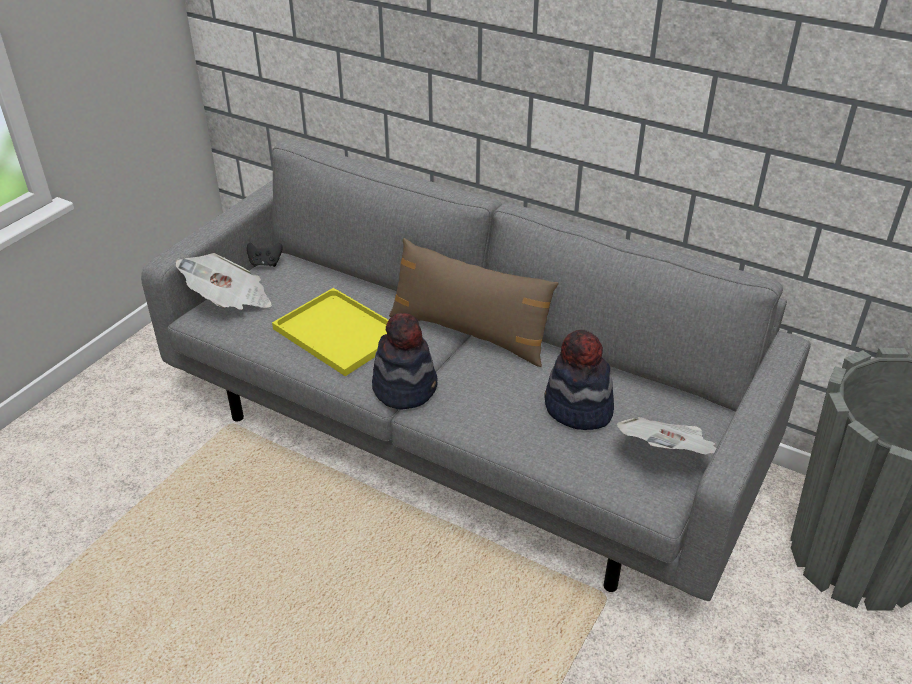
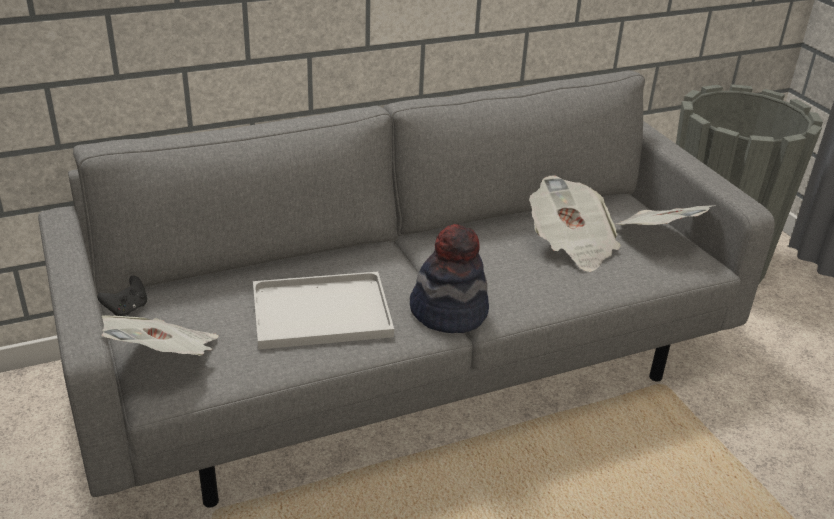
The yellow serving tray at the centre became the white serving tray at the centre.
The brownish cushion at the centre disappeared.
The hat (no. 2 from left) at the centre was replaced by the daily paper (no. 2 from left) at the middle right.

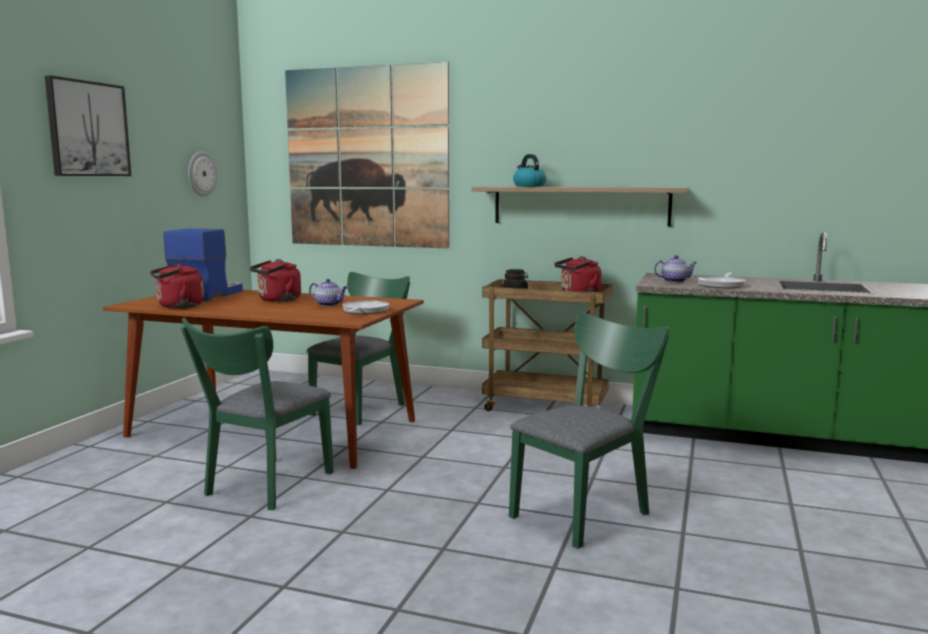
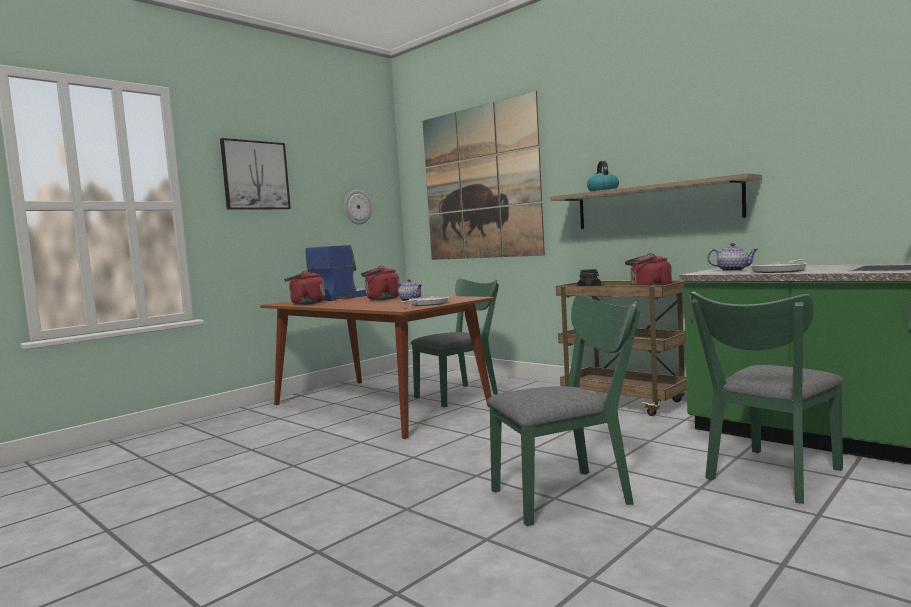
The green upright chair (no. 1 from left in the first image) moved from the middle left to the middle right.

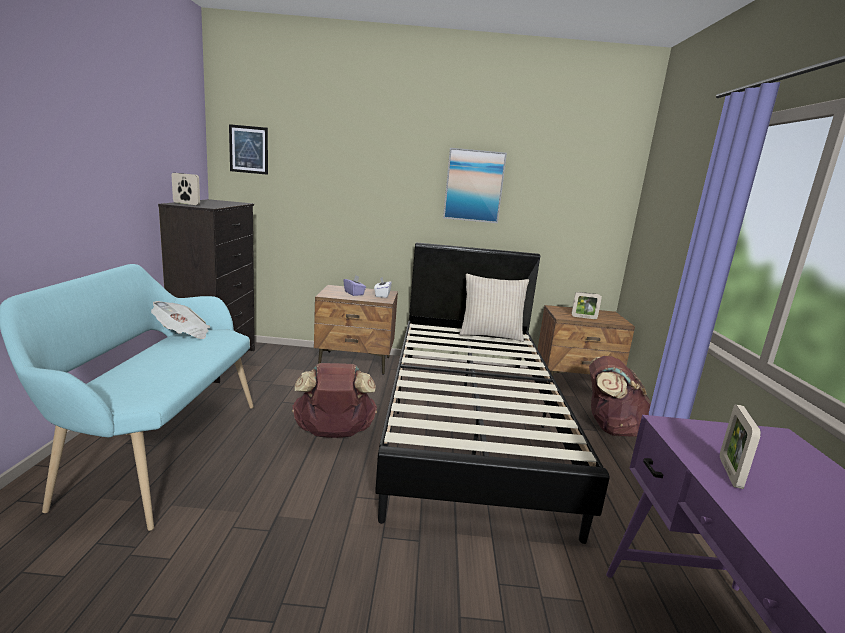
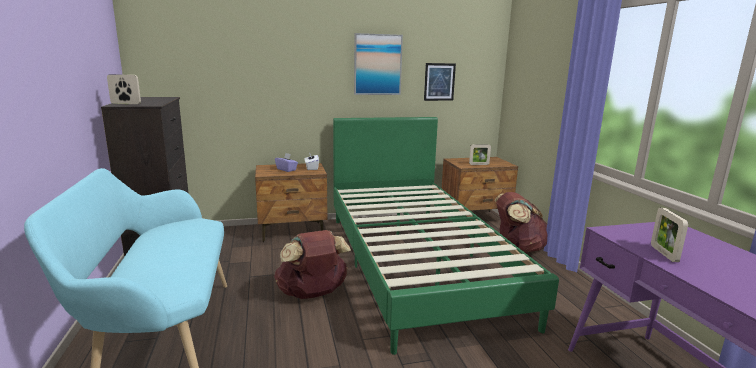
The daily paper at the middle left disappeared.
The wall picture (no. 1 from left in the first image) moved from the top left to the top centre.
The blackish bed at the centre became the green bed at the centre.
The beige-coloured cushion at the centre disappeared.

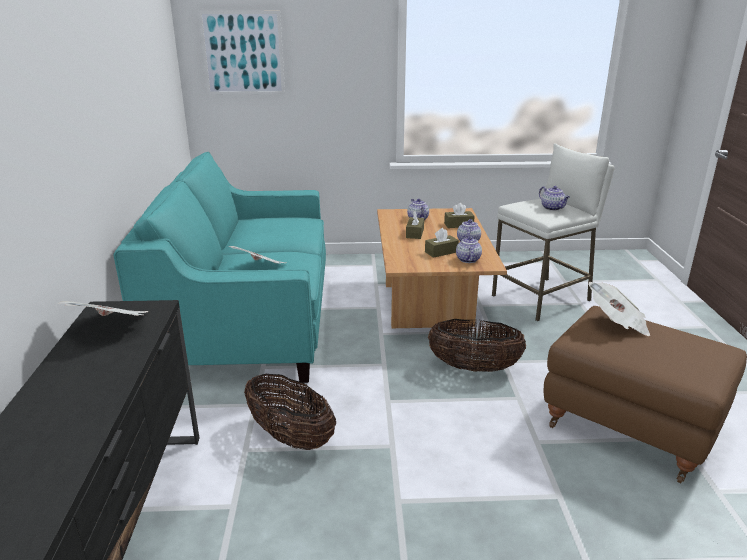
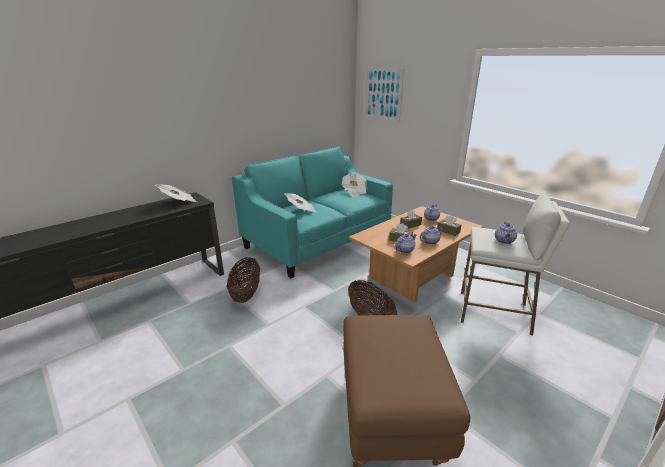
The daily paper (no. 3 from left) moved from the middle right to the centre.

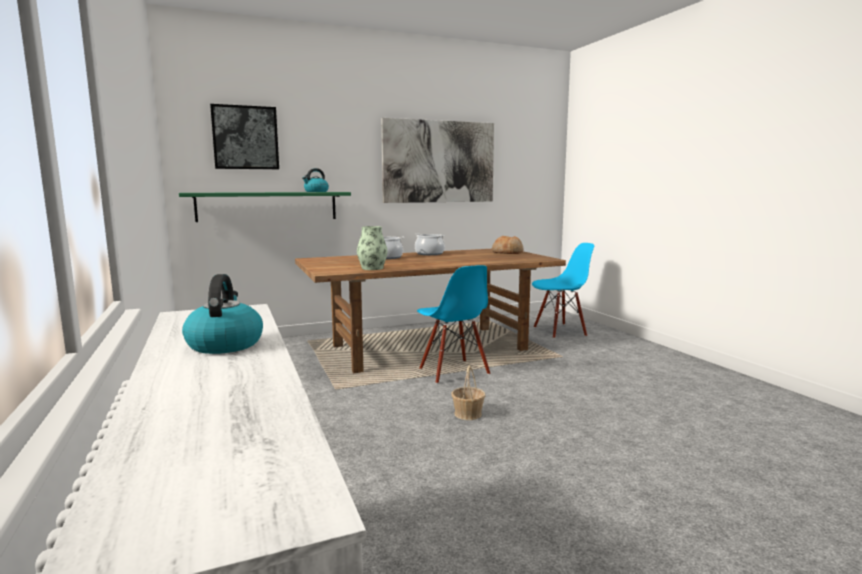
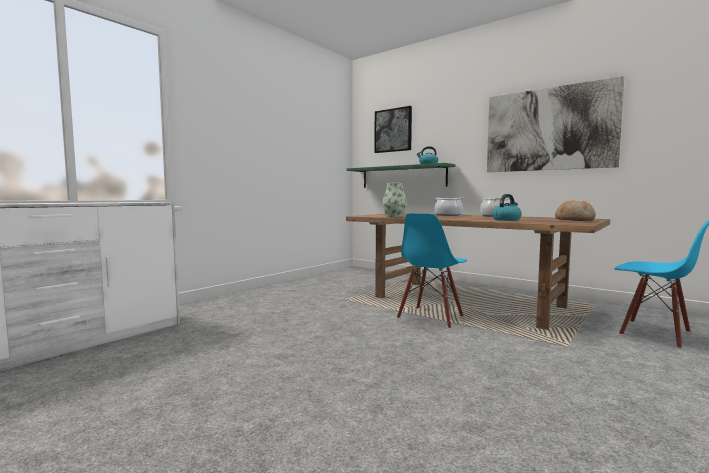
The water kettle (no. 1 from left in the first image) moved from the middle left to the middle right.
The storage basket at the bottom centre disappeared.

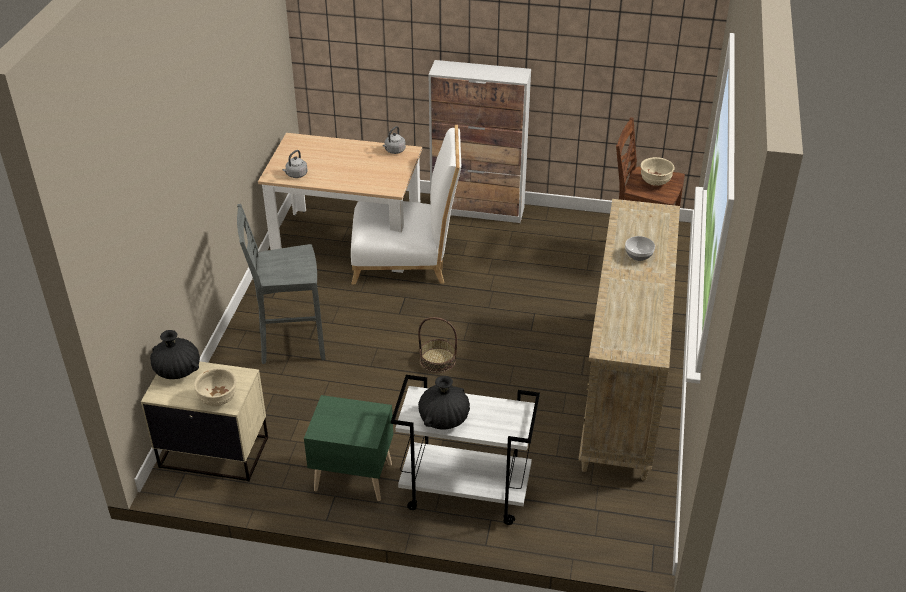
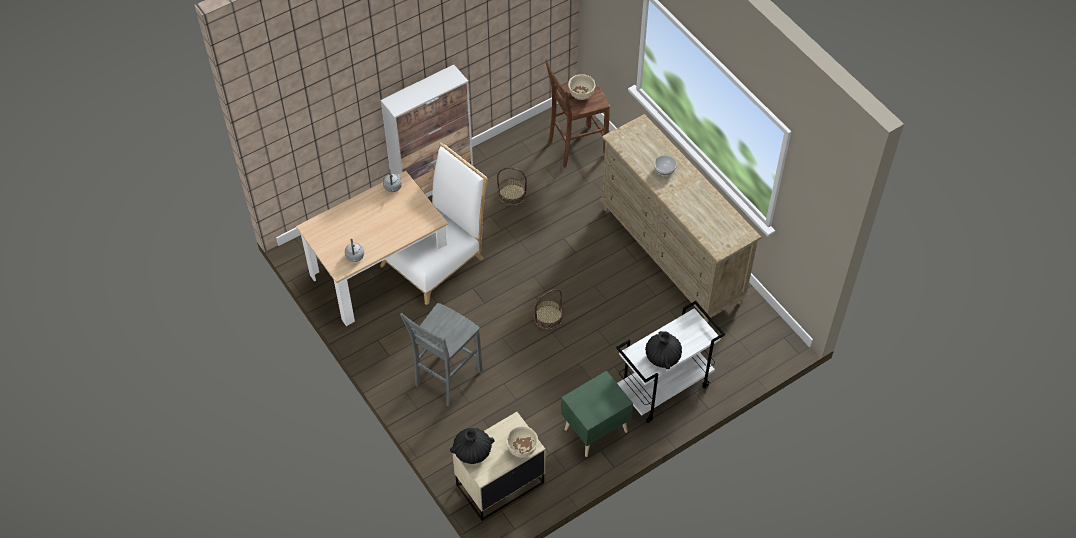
The storage basket (no. 1 from left) at the centre appeared.

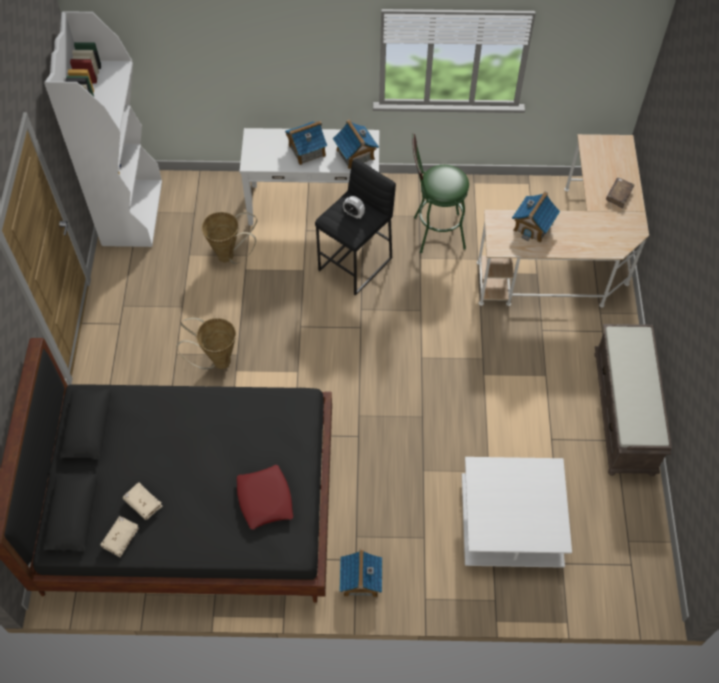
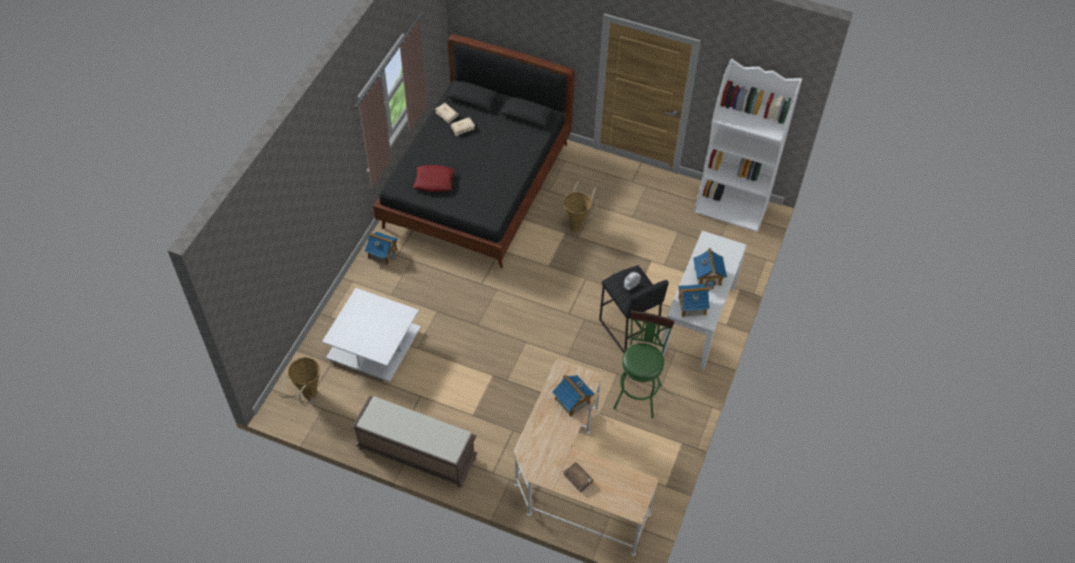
The storage basket (no. 2 from left in the first image) moved from the middle left to the bottom left.

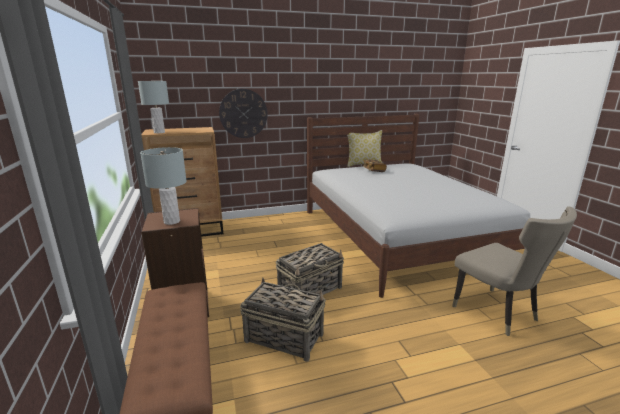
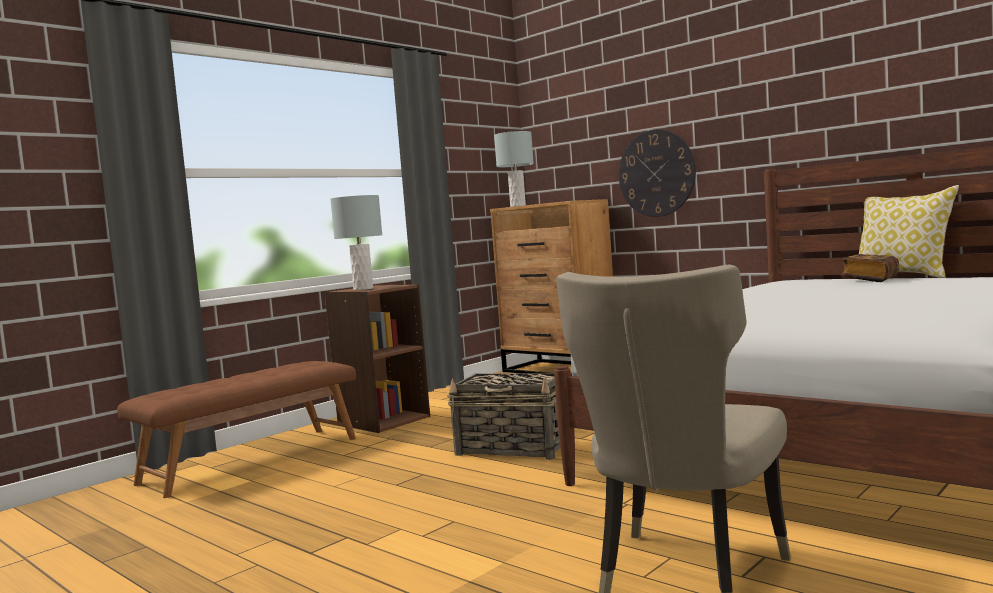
The storage basket (no. 1 from left) at the bottom centre disappeared.

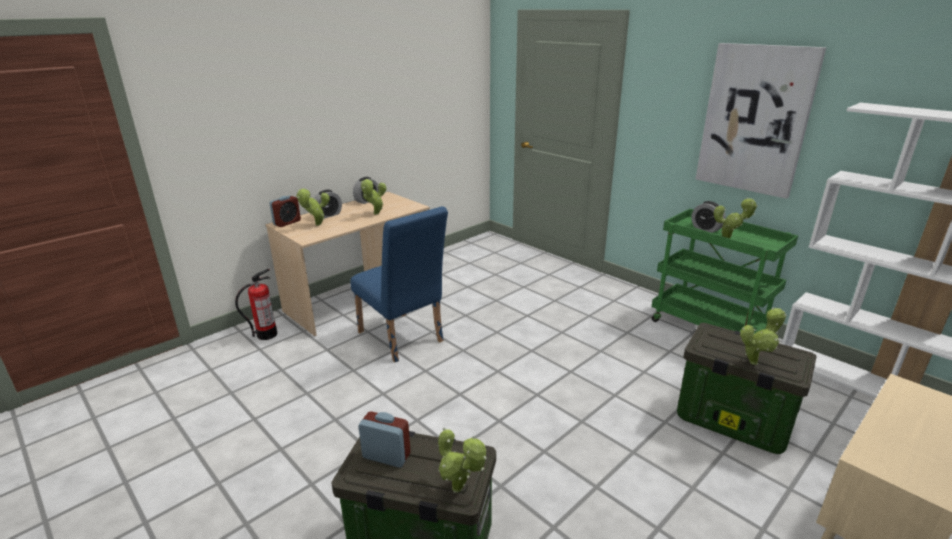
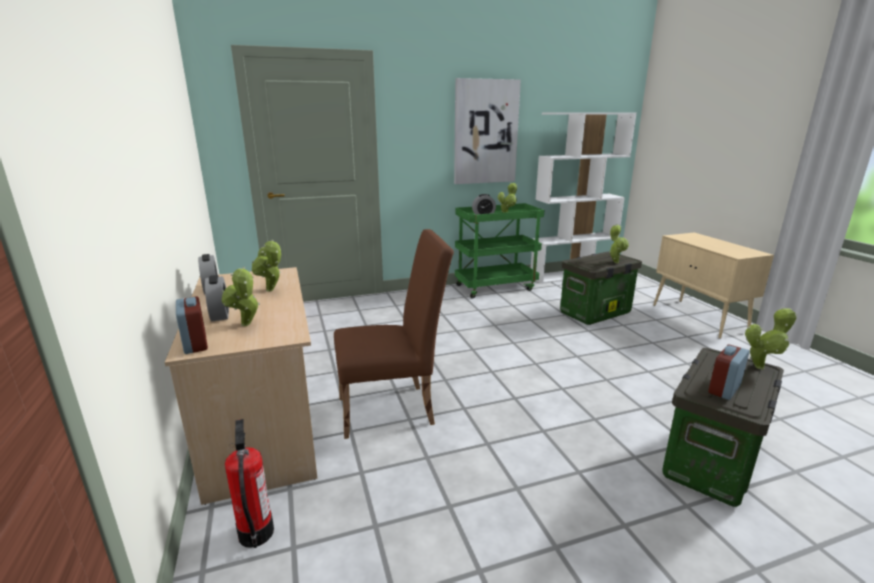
The blue upright chair at the centre became the brownish upright chair at the centre.

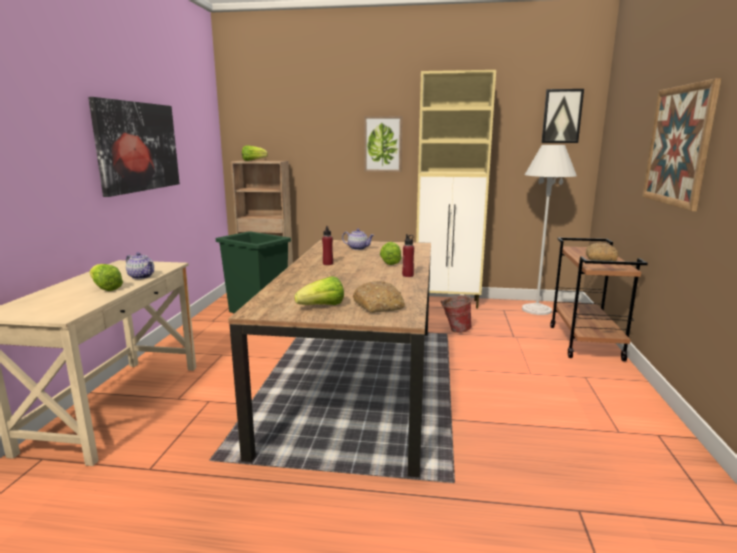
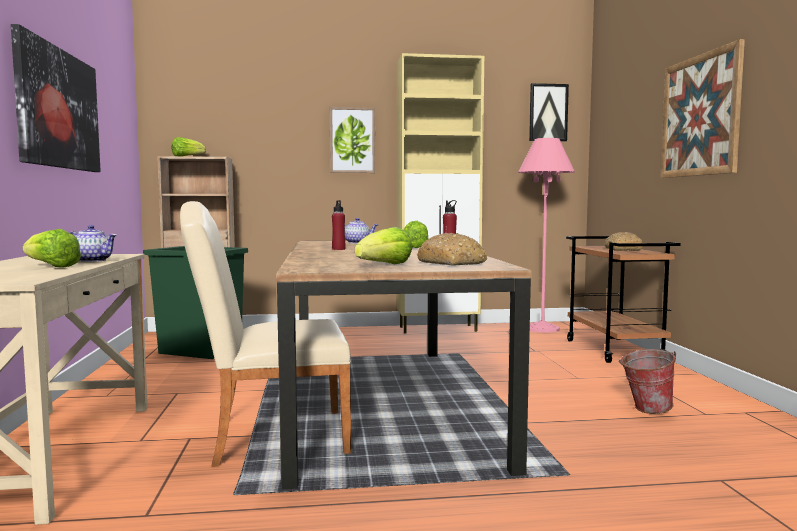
The water bucket moved from the centre to the bottom right.
The white floor lamp at the middle right became the pink floor lamp at the middle right.
The beige-coloured upright chair at the middle left appeared.

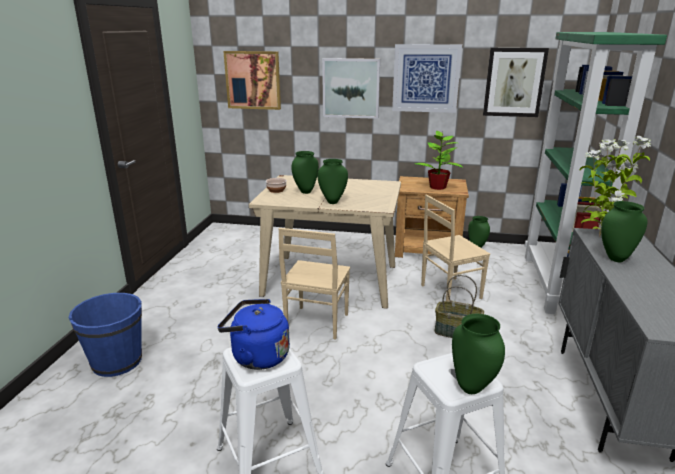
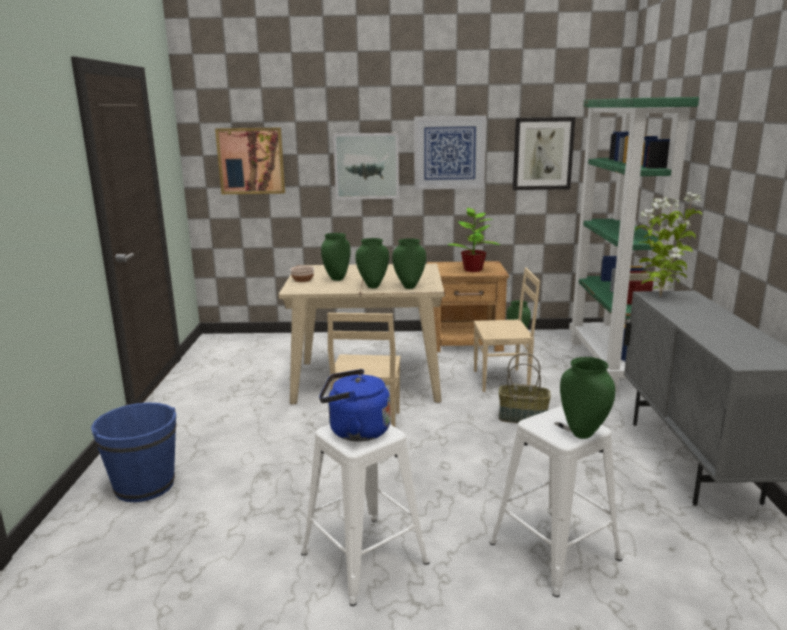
The beige-coloured upright chair (no. 2 from left) at the middle right turned 150 degrees counterclockwise.
The green vase (no. 5 from left in the first image) moved from the middle right to the centre.

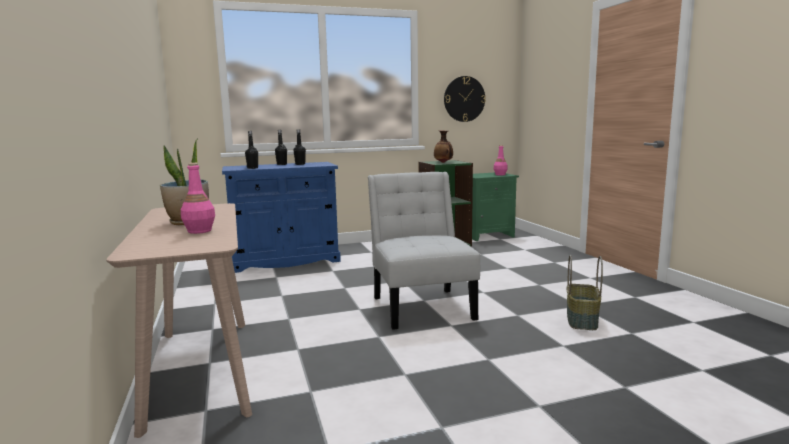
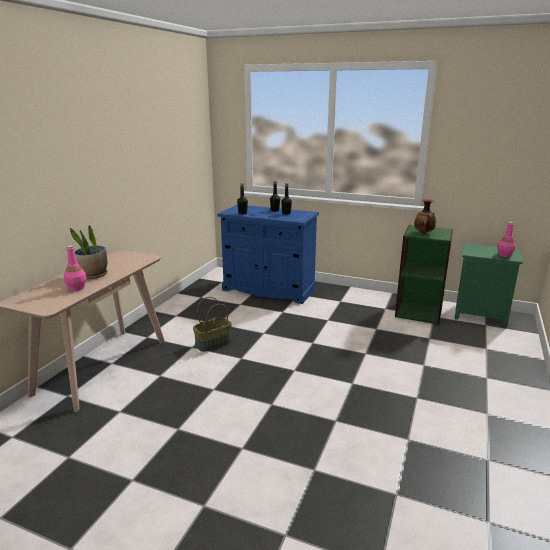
The white upright chair at the centre disappeared.
The clock on the wall at the top centre disappeared.
The storage basket moved from the middle right to the centre.

